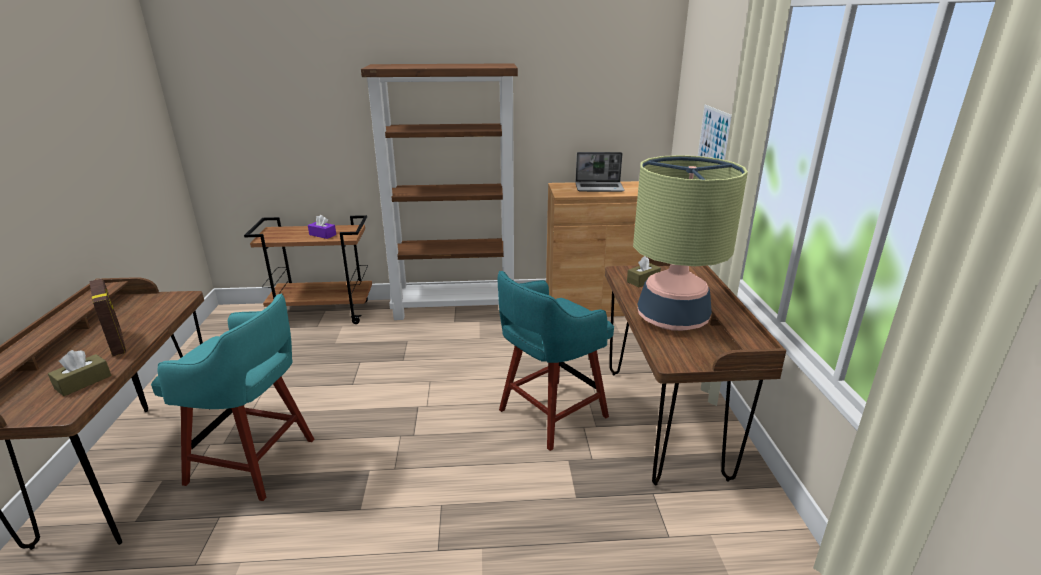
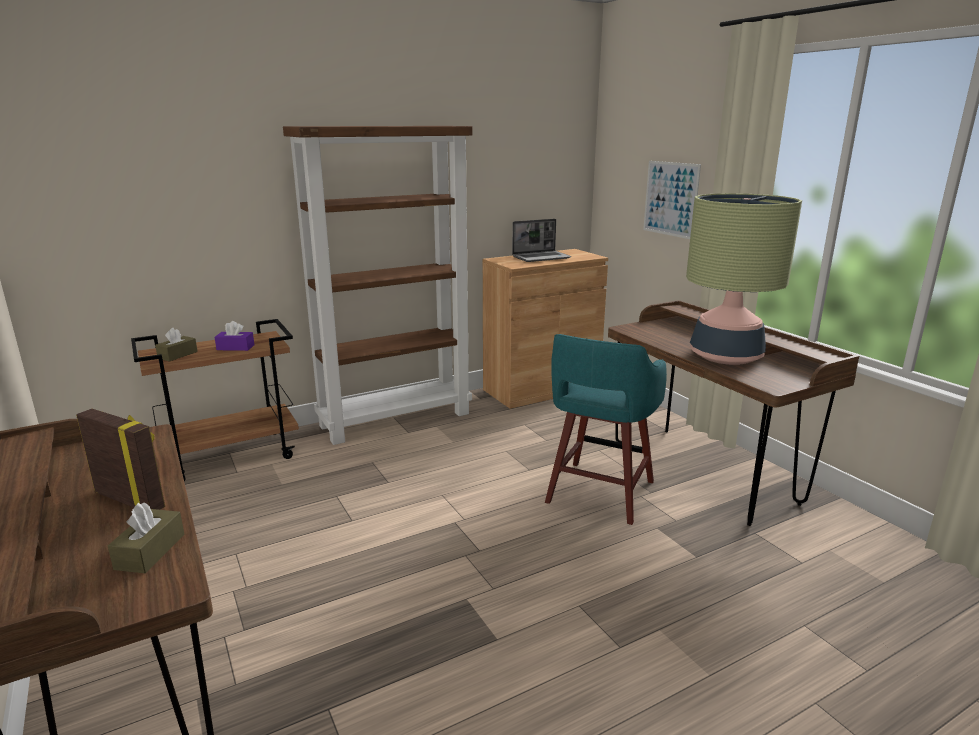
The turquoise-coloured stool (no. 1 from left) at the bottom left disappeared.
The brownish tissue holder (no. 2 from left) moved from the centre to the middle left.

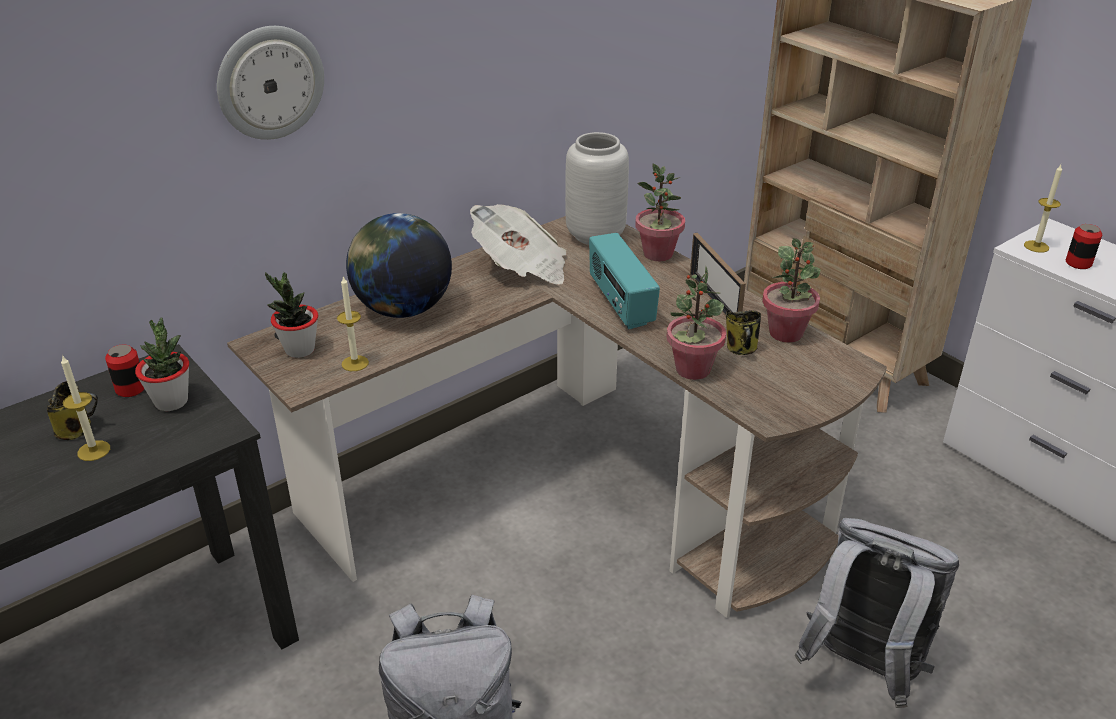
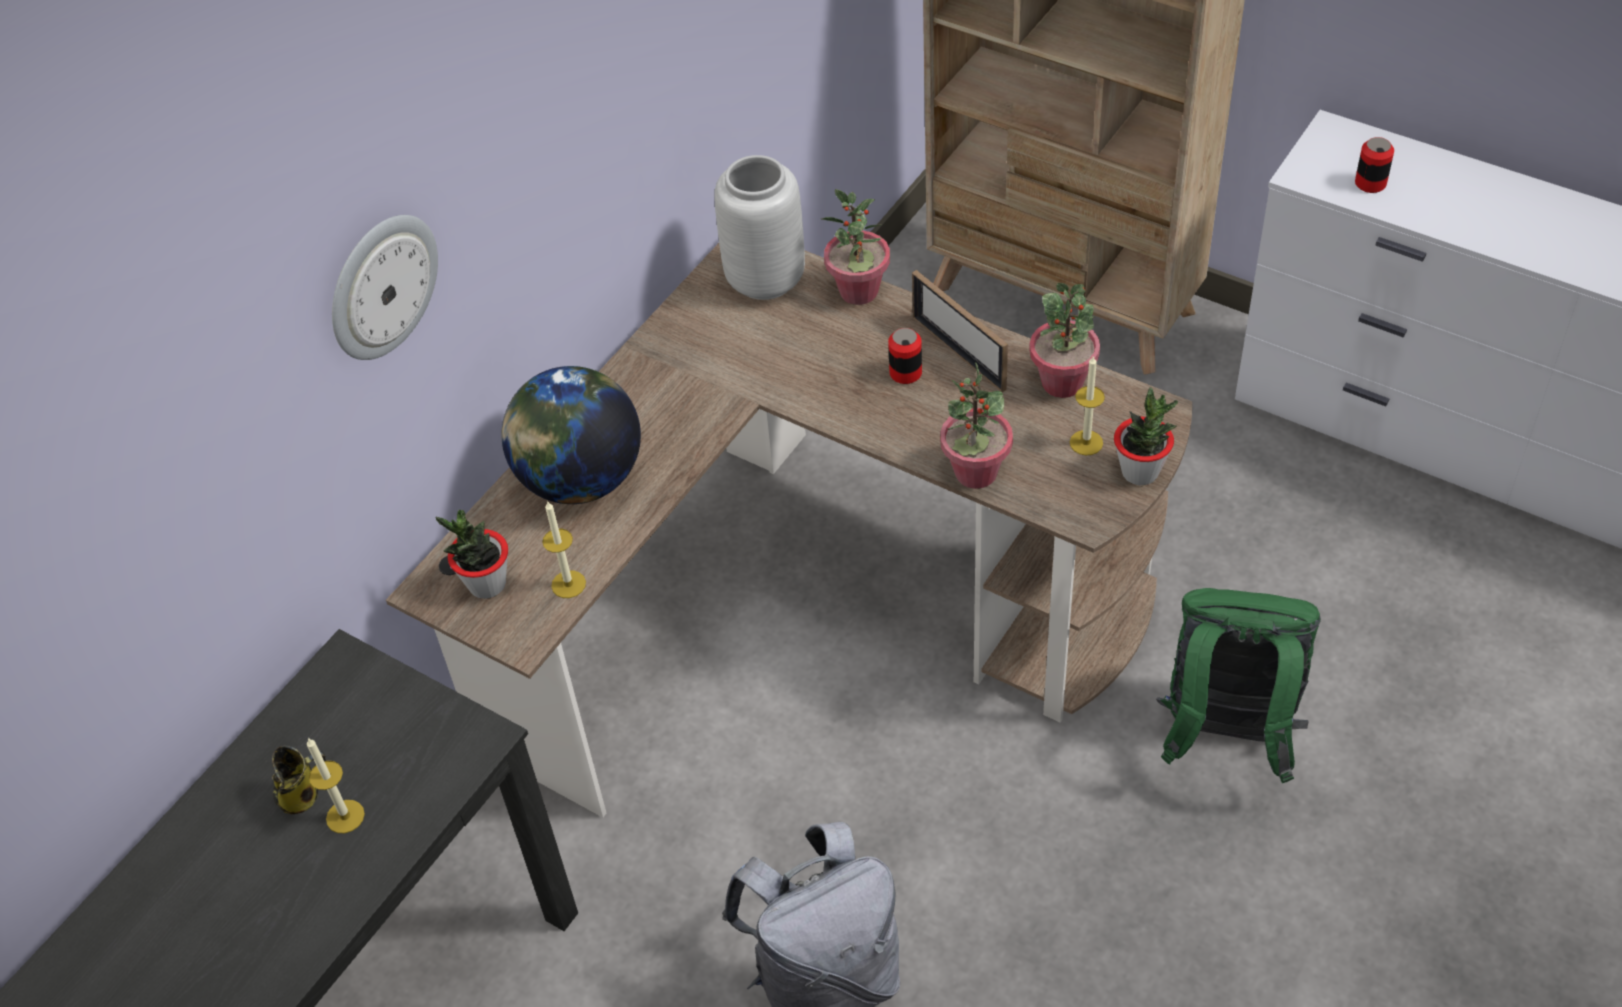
The can (no. 1 from left) moved from the middle left to the centre.
The potted plant (no. 1 from left in the first image) moved from the middle left to the middle right.
The daily paper at the centre disappeared.
The radio set at the centre disappeared.
The tea mug (no. 2 from left) at the centre disappeared.
The grey knapsack (no. 2 from left) at the bottom right became the green knapsack at the bottom right.
The wax candle (no. 3 from left) moved from the top right to the middle right.

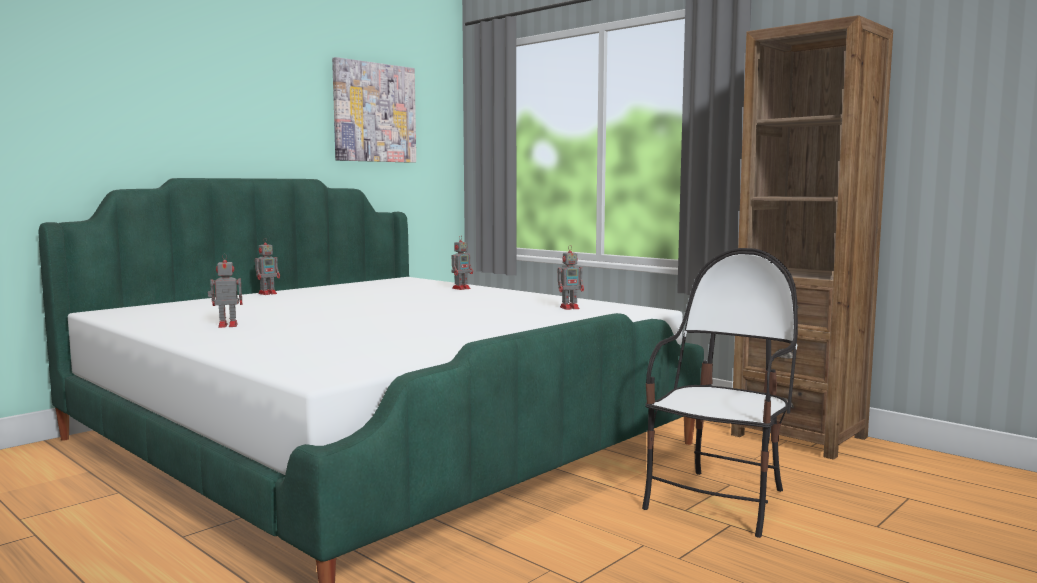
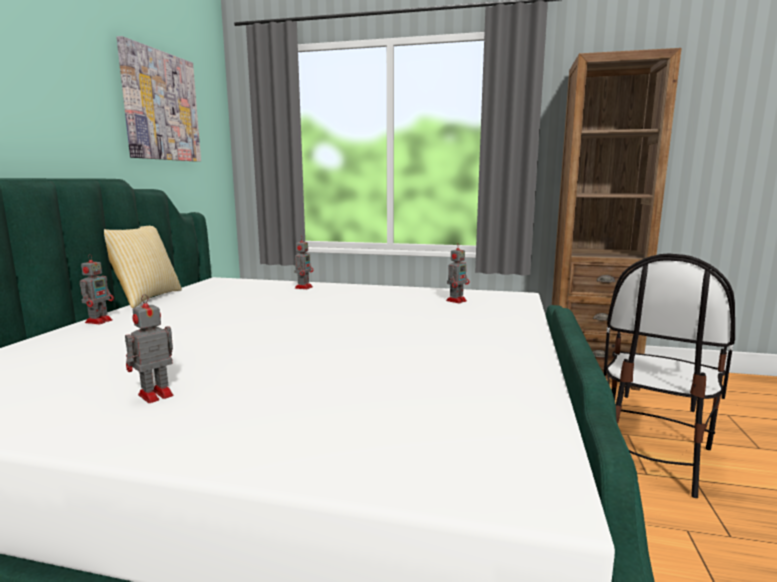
The upright chair at the bottom right turned 150 degrees counterclockwise.
The cushion at the middle left appeared.

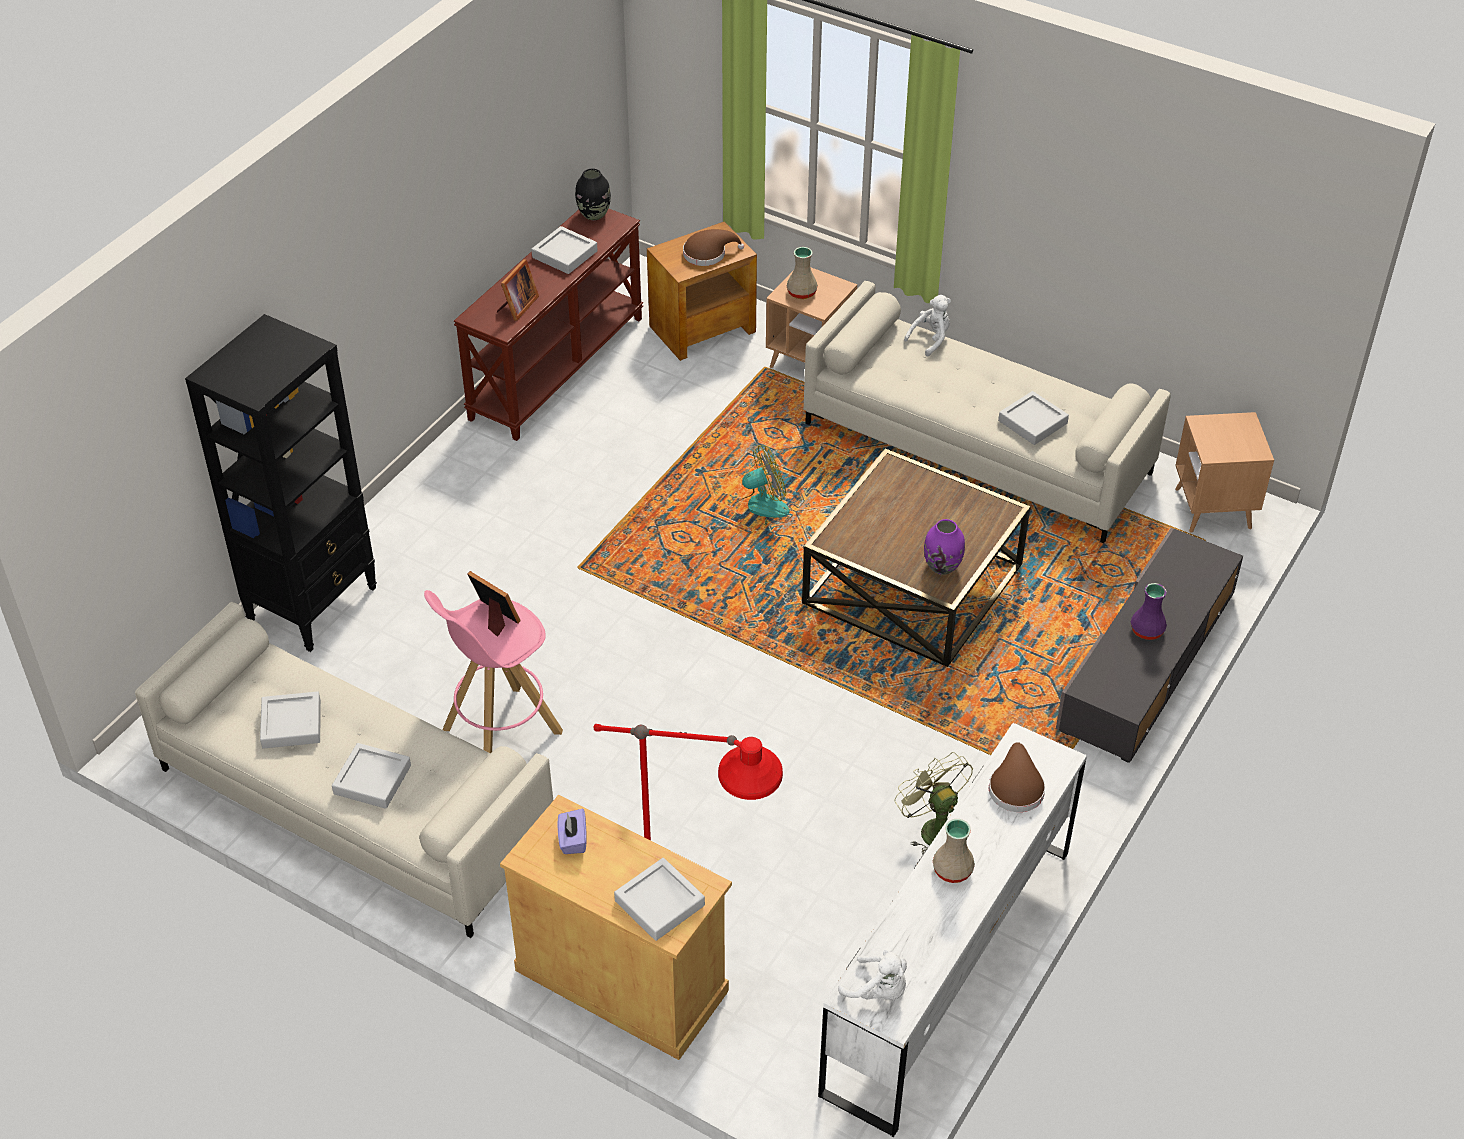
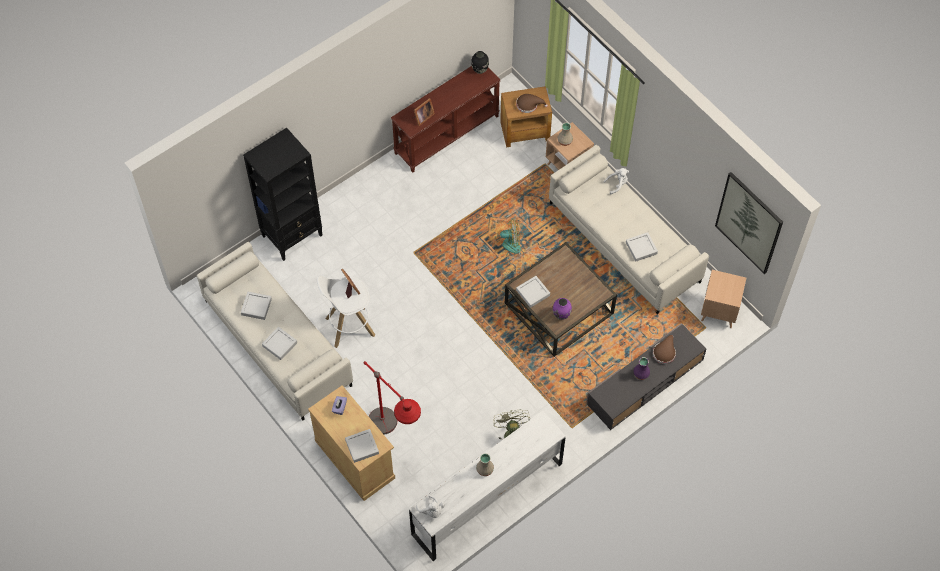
The pink stool at the centre became the white stool at the centre.
The grey serving tray (no. 3 from left in the first image) moved from the top centre to the centre.
The brownish hat (no. 2 from left) moved from the bottom right to the middle right.
The wall picture at the middle right appeared.

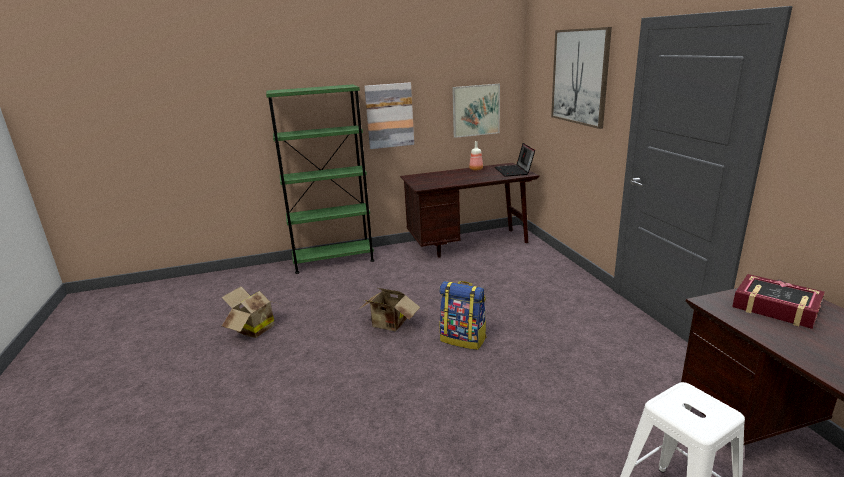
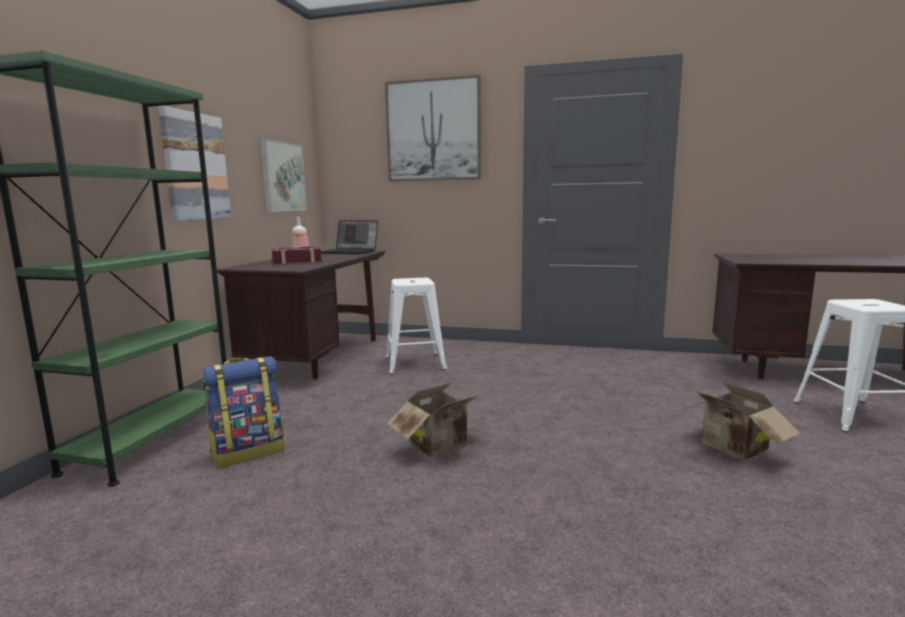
The packing box (no. 1 from left in the first image) moved from the middle left to the bottom right.
The knapsack moved from the centre to the bottom left.
The book moved from the middle right to the middle left.
The white stool (no. 1 from left) at the centre appeared.

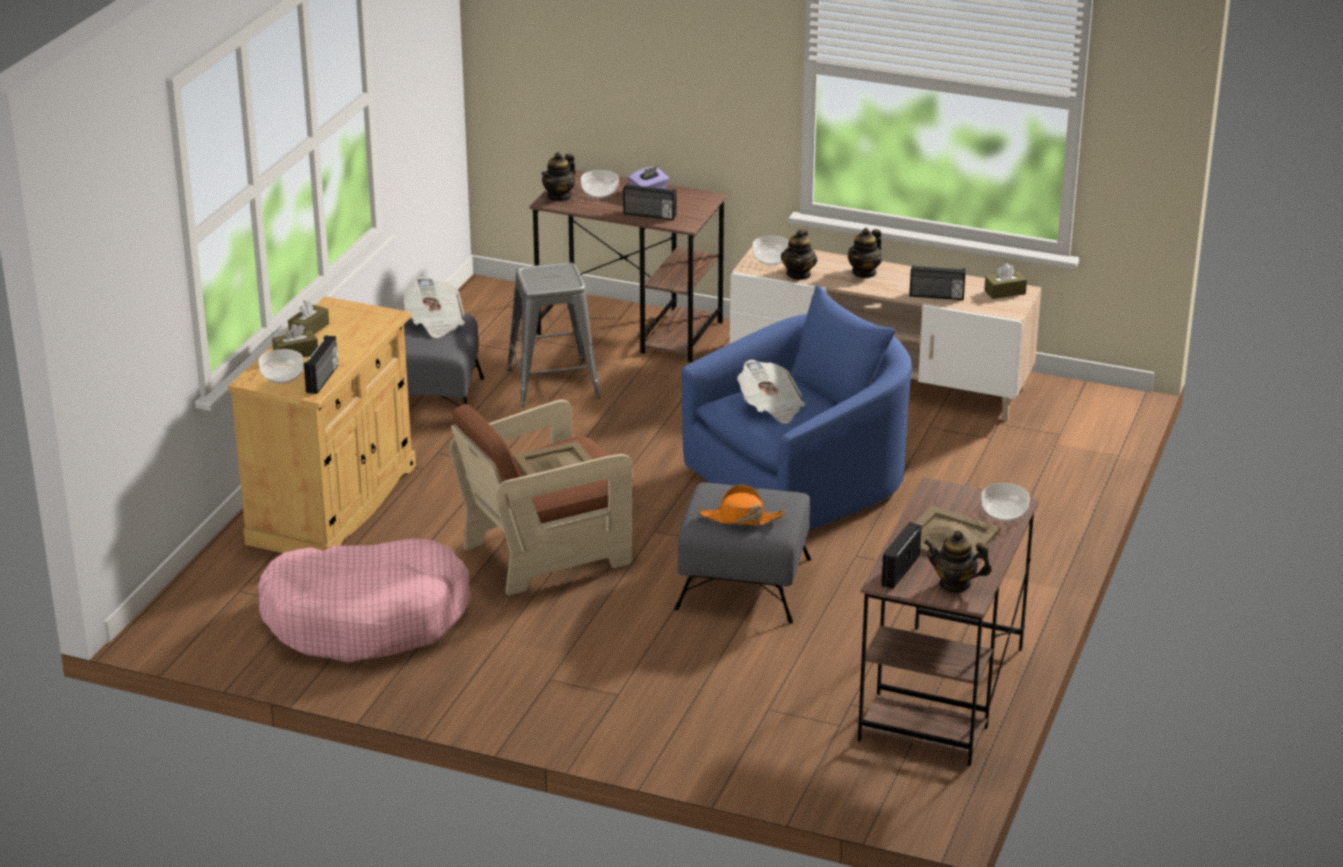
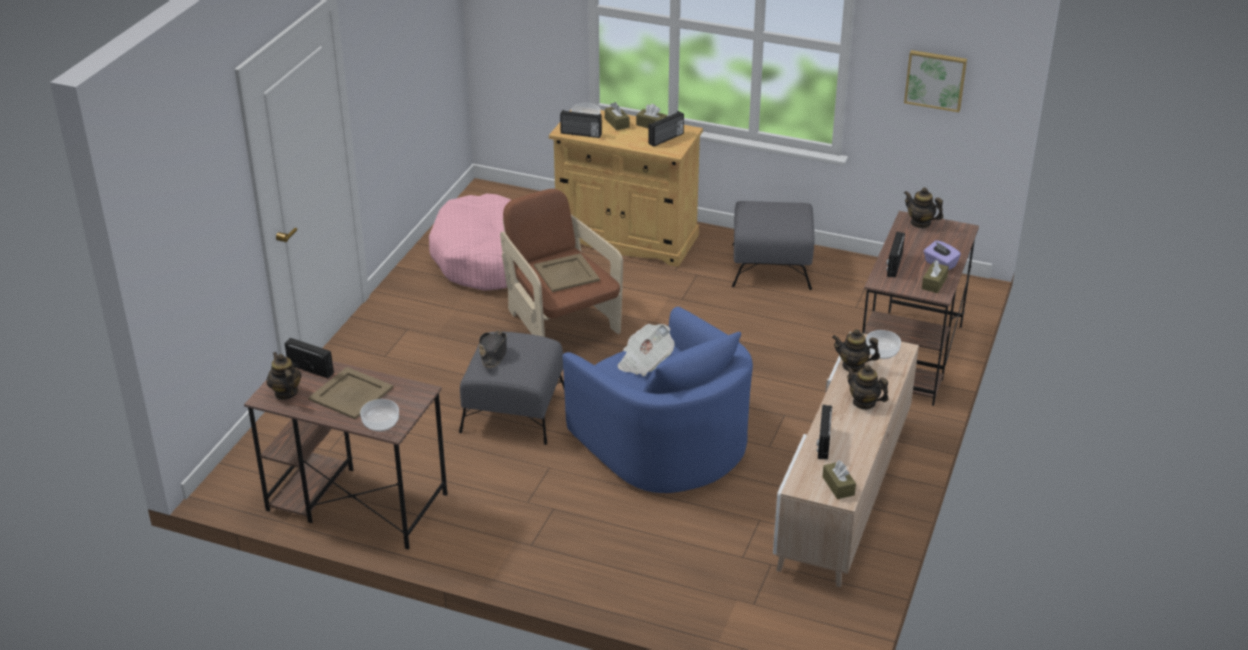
The daily paper (no. 1 from left) at the middle left disappeared.
The grey stool at the centre disappeared.
The serving bowl (no. 2 from left) at the top centre disappeared.
The orange hat at the centre became the blackish hat at the centre.
The pot for tea (no. 4 from left in the first image) at the middle right turned 45 degrees counterclockwise.
The radio set (no. 3 from left) at the top centre appeared.
The wall picture at the top right appeared.
The brownish tissue holder (no. 4 from left) at the middle right appeared.

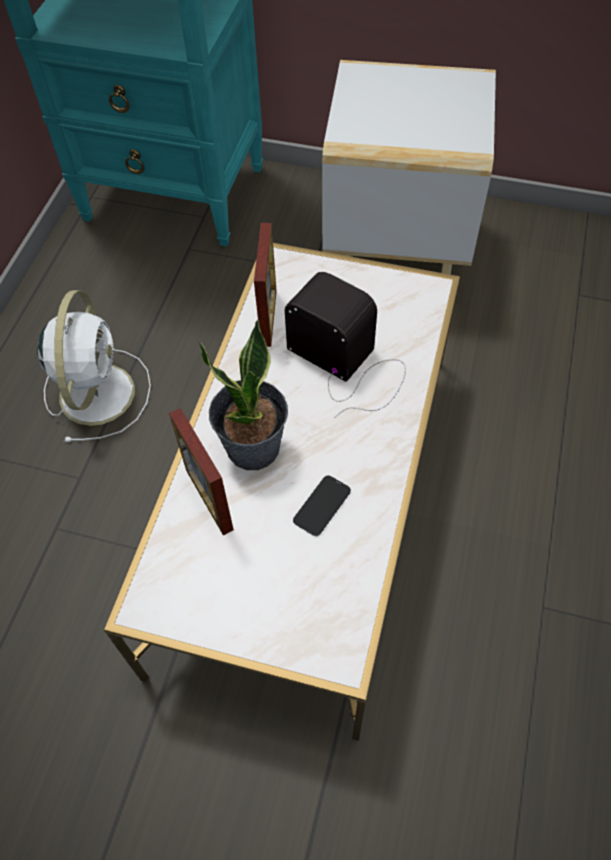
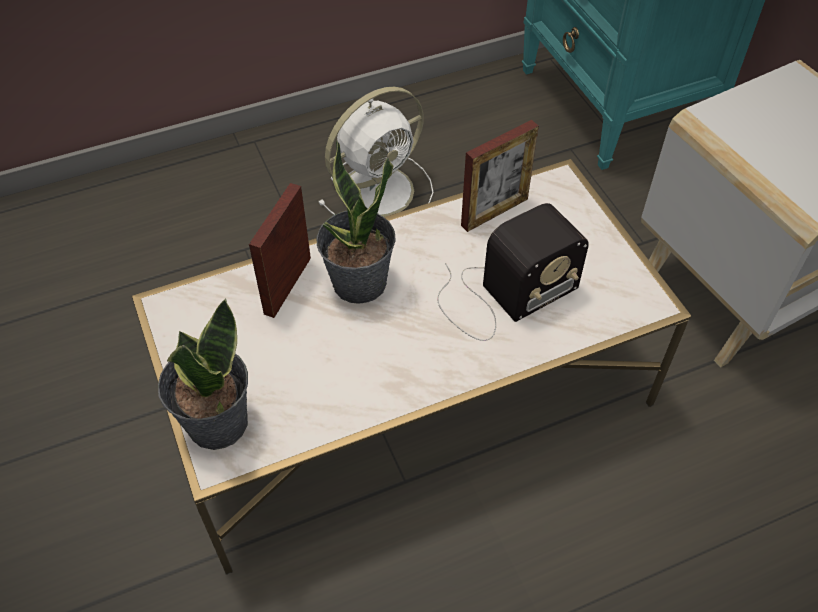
The radio set at the centre turned 60 degrees clockwise.
The phone at the centre disappeared.
The potted plant (no. 1 from left) at the middle left appeared.

